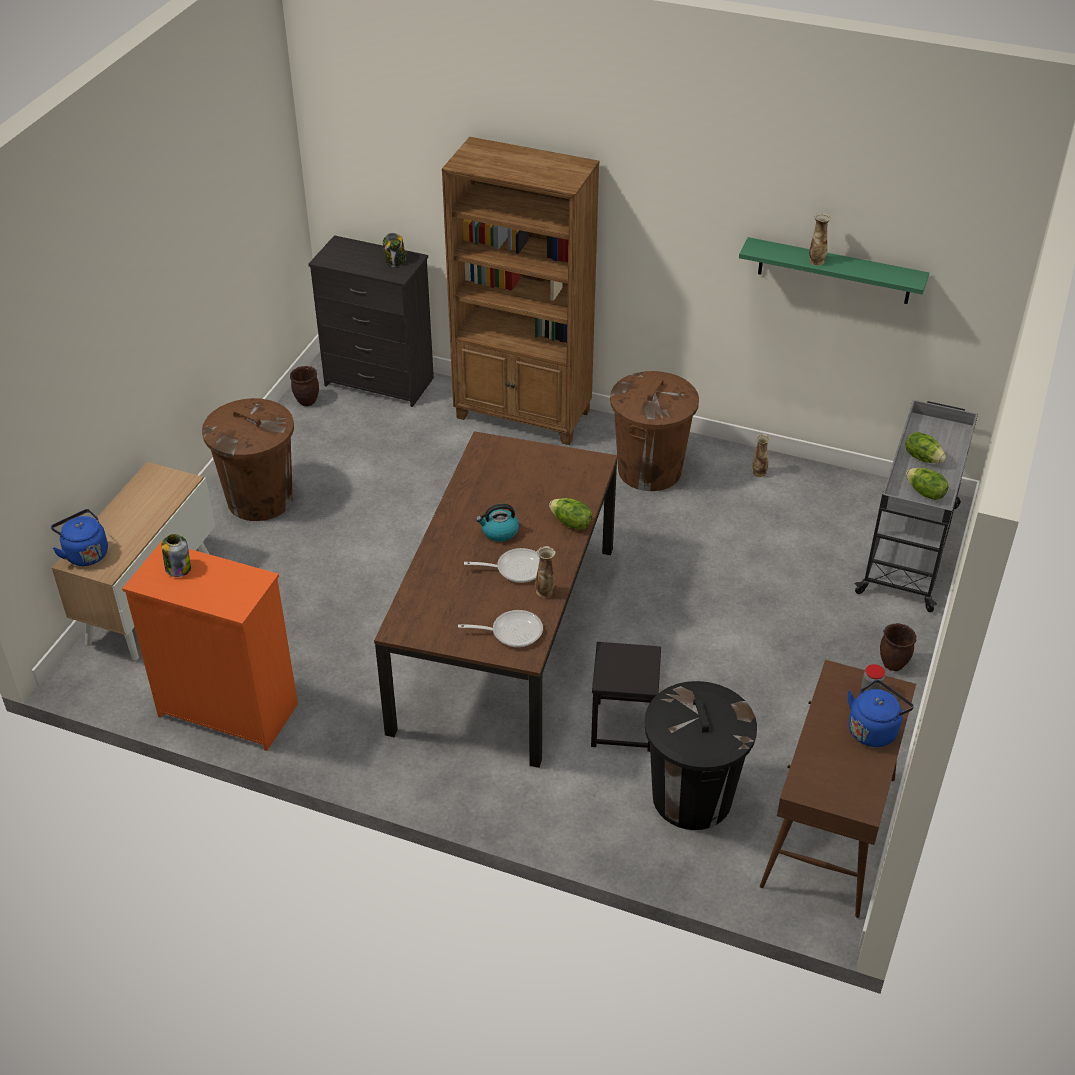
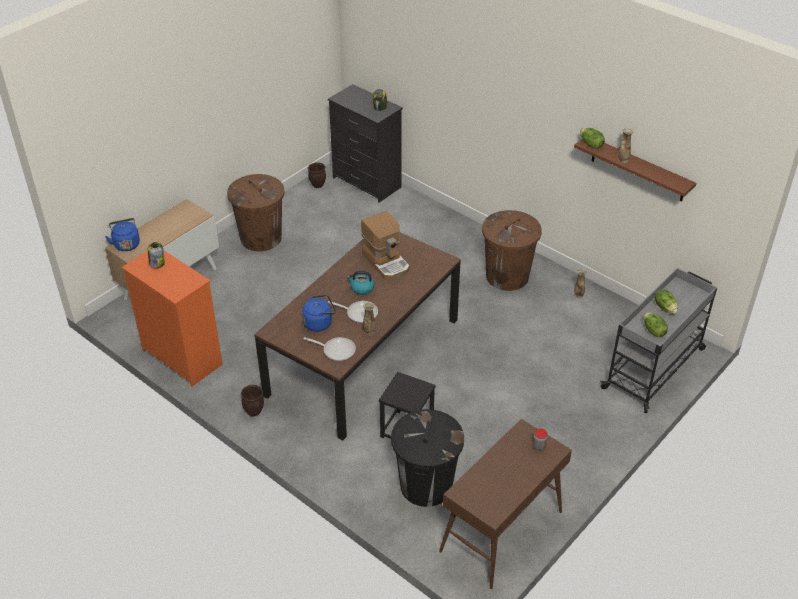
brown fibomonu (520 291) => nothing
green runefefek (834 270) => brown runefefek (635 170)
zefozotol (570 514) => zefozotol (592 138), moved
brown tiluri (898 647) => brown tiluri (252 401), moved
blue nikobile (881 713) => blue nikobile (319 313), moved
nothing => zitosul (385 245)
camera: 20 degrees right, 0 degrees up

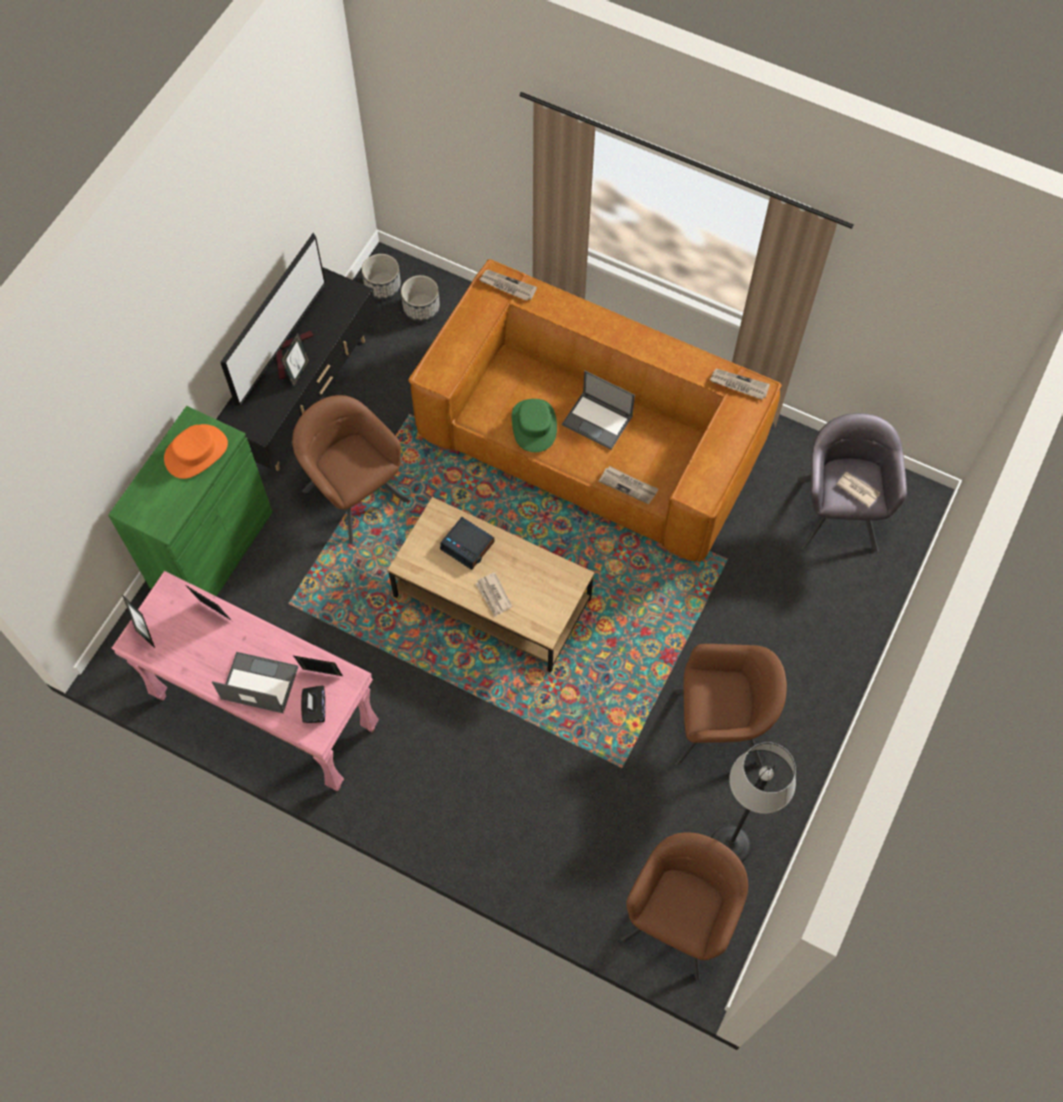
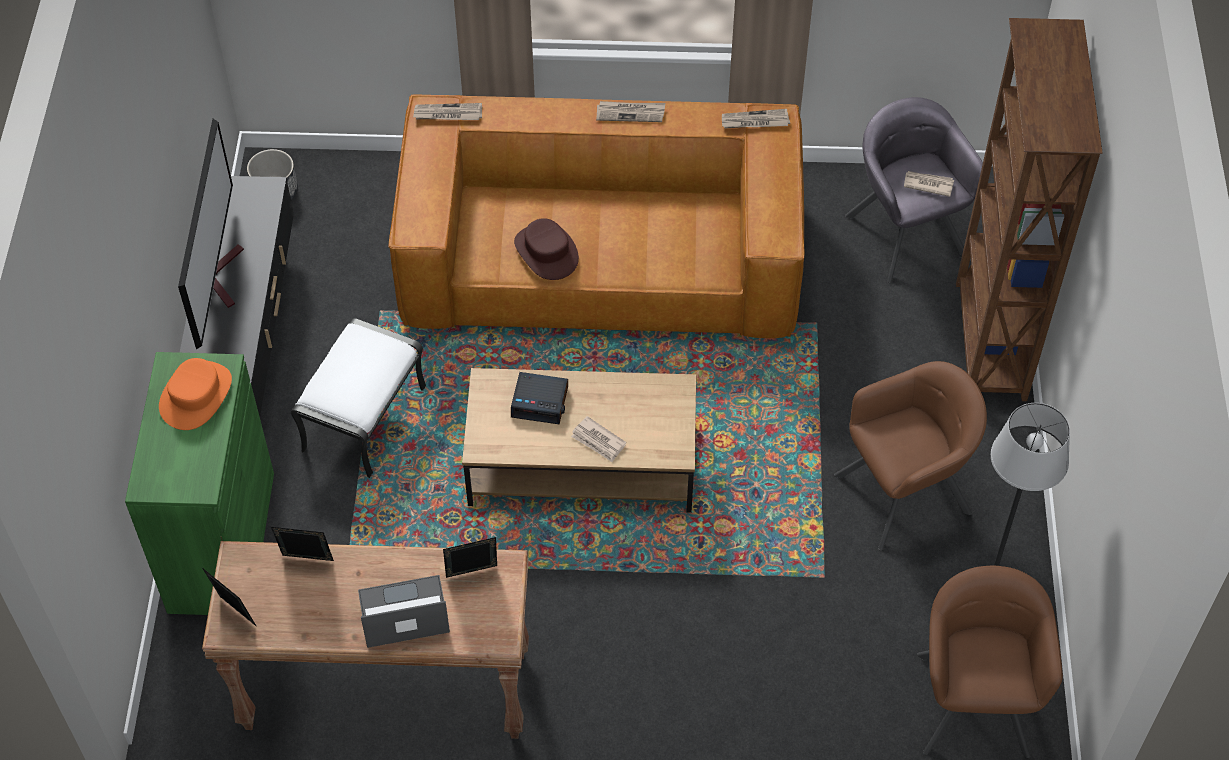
tiluri (420 298) => nothing
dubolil (295 360) => nothing
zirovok (598 410) => nothing
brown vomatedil (350 469) => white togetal (358 398)
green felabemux (534 425) => brown felabemux (546 249)
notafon (628 485) => notafon (630 111), moved
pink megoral (245 681) => brown megoral (365 640)
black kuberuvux (313 704) => nothing
nothing => brown fibomonu (1029 209)
camera: 25 degrees left, 10 degrees down

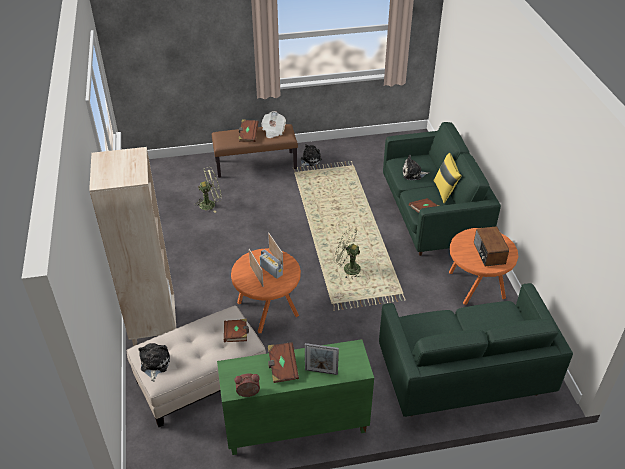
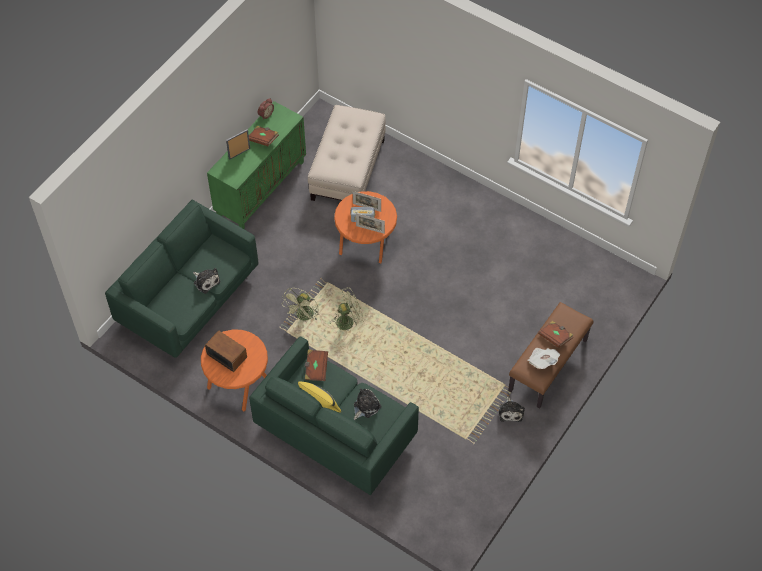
beige fibomonu (132 246) => nothing
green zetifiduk (208 190) => green zetifiduk (301 305), moved
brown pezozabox (236 330) => nothing
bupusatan (154 362) => bupusatan (206 281), moved
camera: 135 degrees right, 15 degrees up

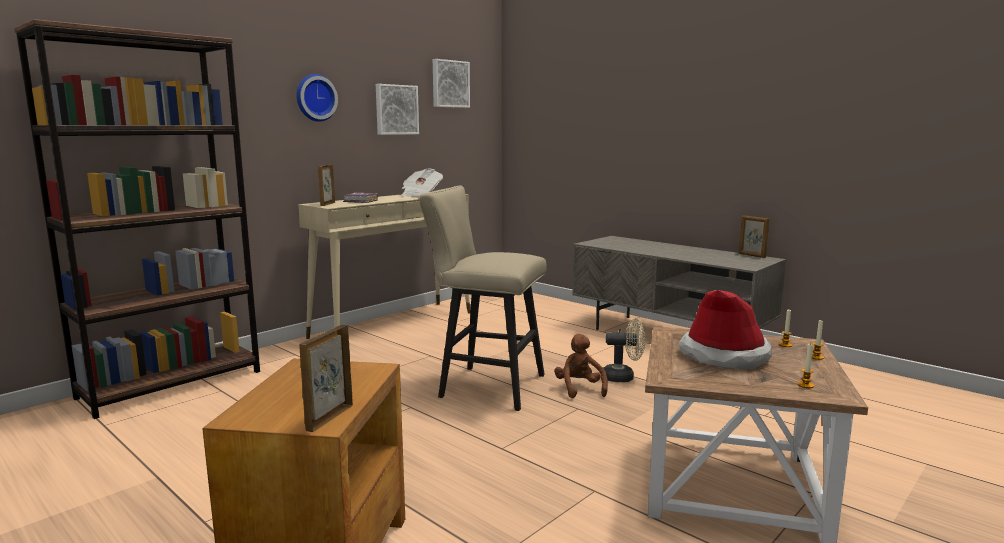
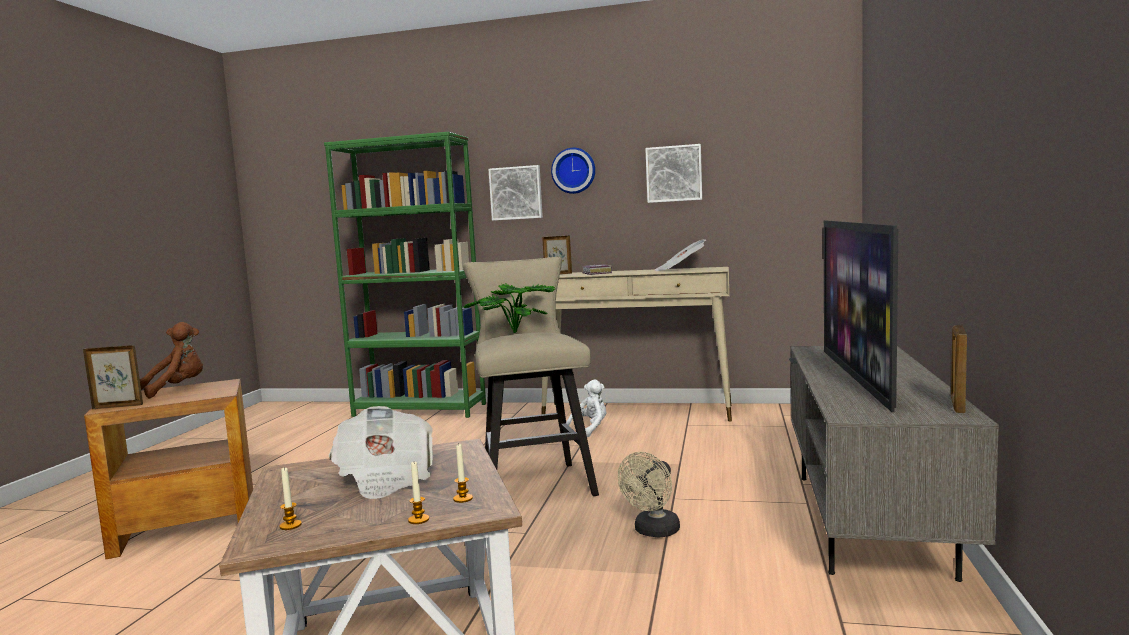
brown fibomonu (137 219) => green fibomonu (405 275)
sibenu (451 83) => sibenu (515 193), moved
felabemux (725 330) => notafon (381 452)
beige zetifiduk (624 350) => beige zetifiduk (649 495), 60 degrees clockwise
brown bupusatan (581 366) => brown bupusatan (171 360), moved
nothing => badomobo (861 316)
nothing => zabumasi (509 308)
nothing => white bupusatan (586 408)
camera: 60 degrees right, 5 degrees down

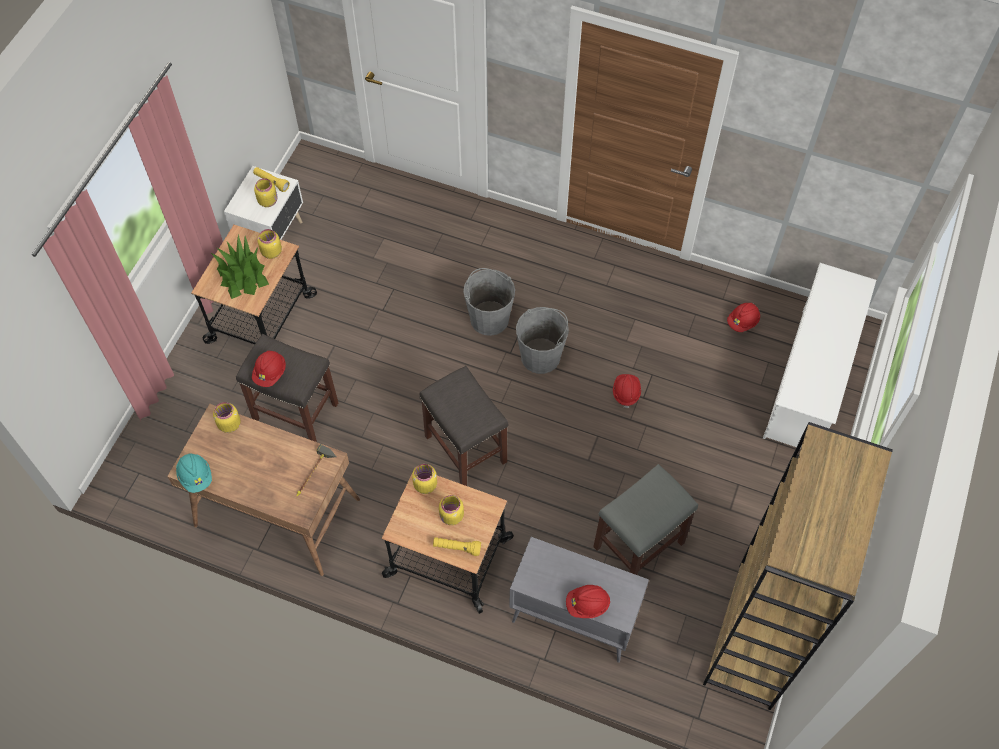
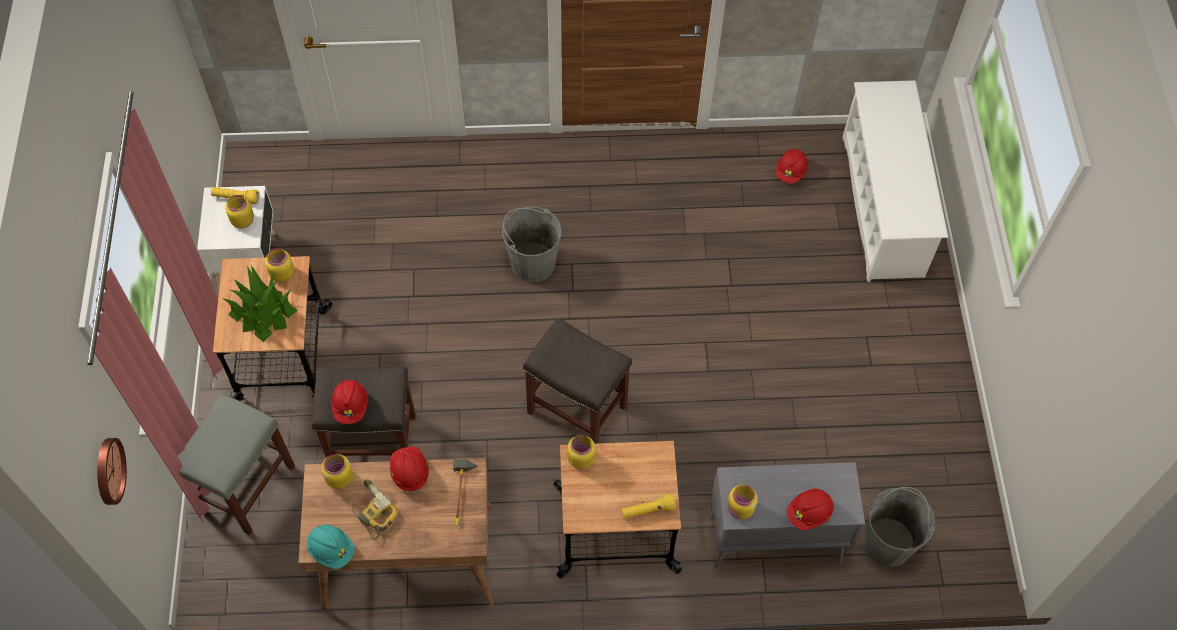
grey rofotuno (542 340) => grey rofotuno (899 527), moved
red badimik (627 391) => red badimik (409 470), moved
brown fibomonu (798 566) => nothing
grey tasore (645 519) => grey tasore (236 464), moved
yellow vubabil (451 510) => yellow vubabil (742 502), moved
nothing => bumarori (112 471)
nothing => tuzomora (374 509)
camera: 25 degrees left, 0 degrees up

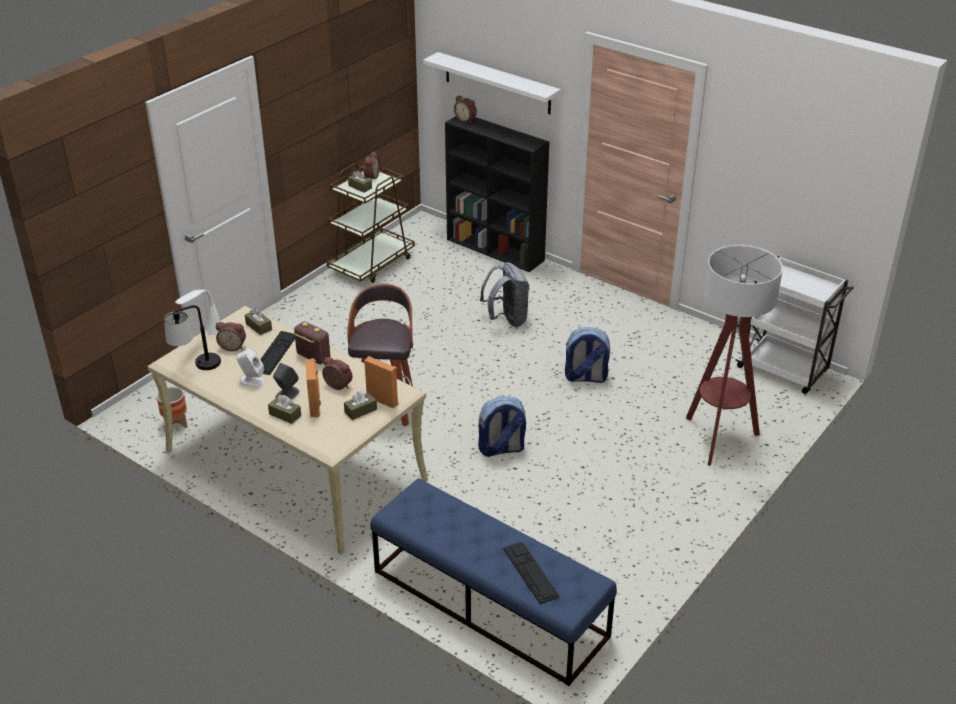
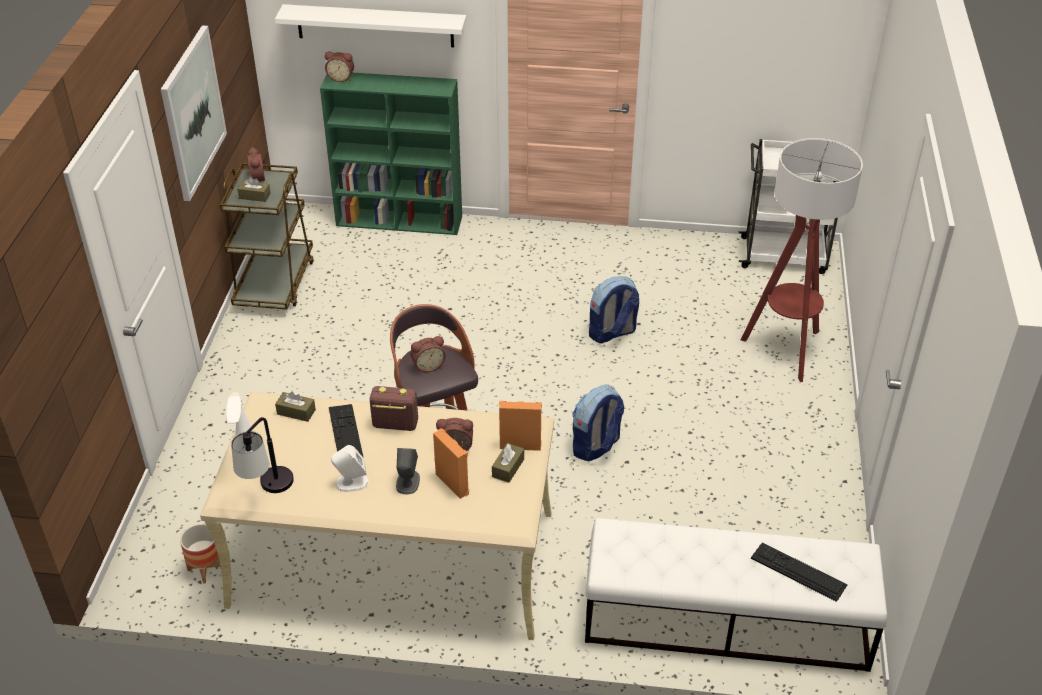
black fibomonu (497 194) => green fibomonu (391 154)
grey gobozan (504 294) => nothing
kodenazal (231 336) => kodenazal (428 354), moved
brown kuberuvux (284 409) => nothing
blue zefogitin (493 582) => white zefogitin (736 595)
nothing => sibenu (194 113)
camera: 30 degrees left, 5 degrees up

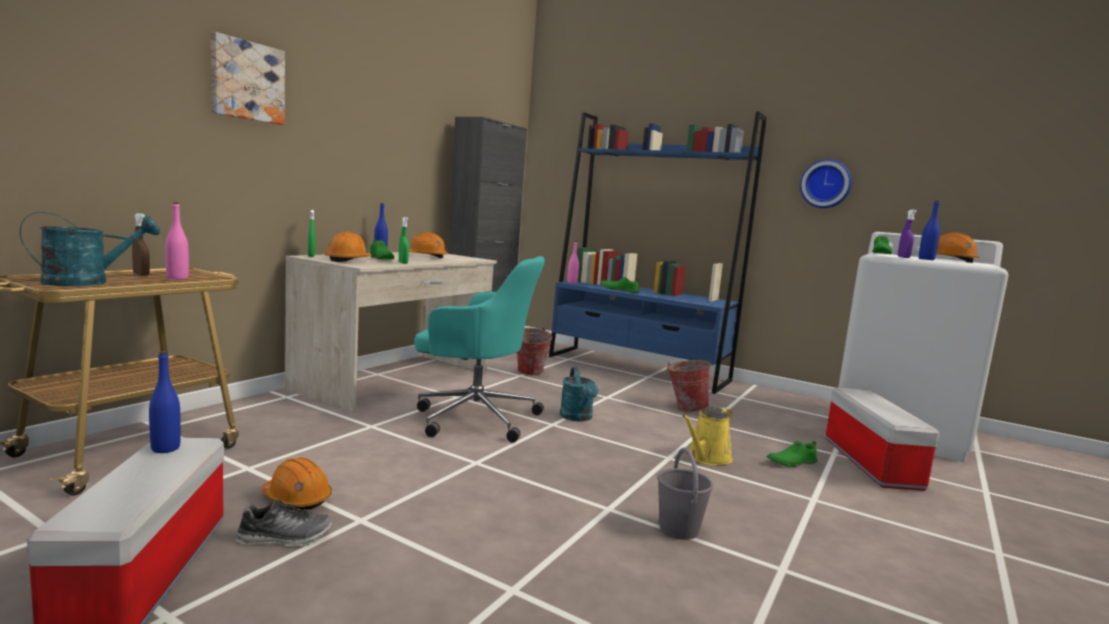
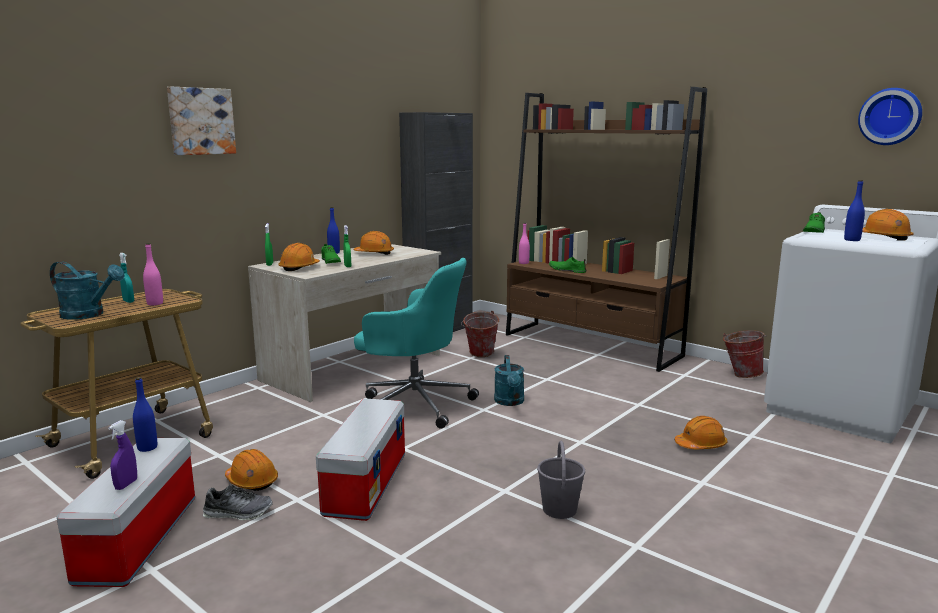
blue fibomonu (658 252) => brown fibomonu (606 229)
bumarori (826 183) => bumarori (890 116), moved
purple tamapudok (907 234) => purple tamapudok (122 455), moved
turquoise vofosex (90 249) => turquoise vofosex (87 290), 45 degrees clockwise
brown tamapudok (141 244) => turquoise tamapudok (126 278)
rofotuno (690 386) => rofotuno (745 354), moved
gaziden (882 439) => gaziden (360 459), moved
yellow vofosex (707 436) => nothing
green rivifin (792 454) => orange badimik (700 432)
camera: 10 degrees right, 5 degrees up

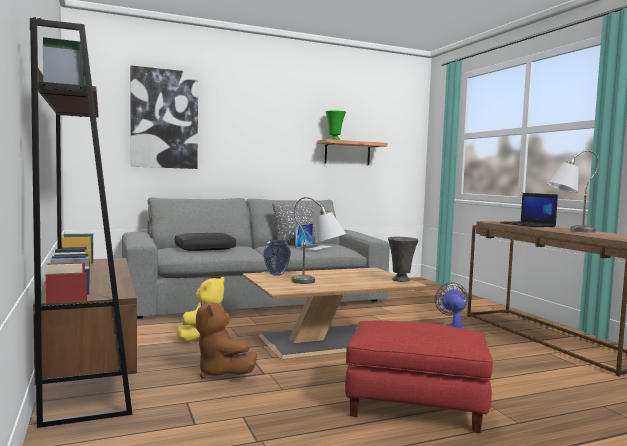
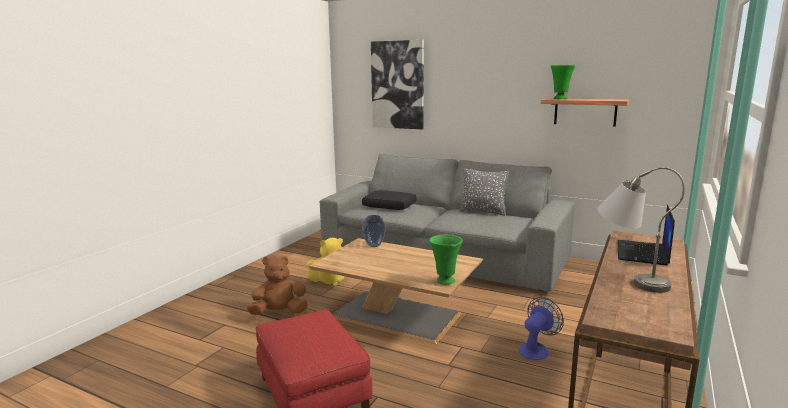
brown fibomonu (83 222) => nothing
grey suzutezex (319 240) => nothing
zirovok (313 237) => nothing
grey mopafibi (403 259) => green mopafibi (446 259)
brown bupusatan (226 339) => brown bupusatan (277 285), 60 degrees clockwise
camera: 50 degrees right, 10 degrees up

